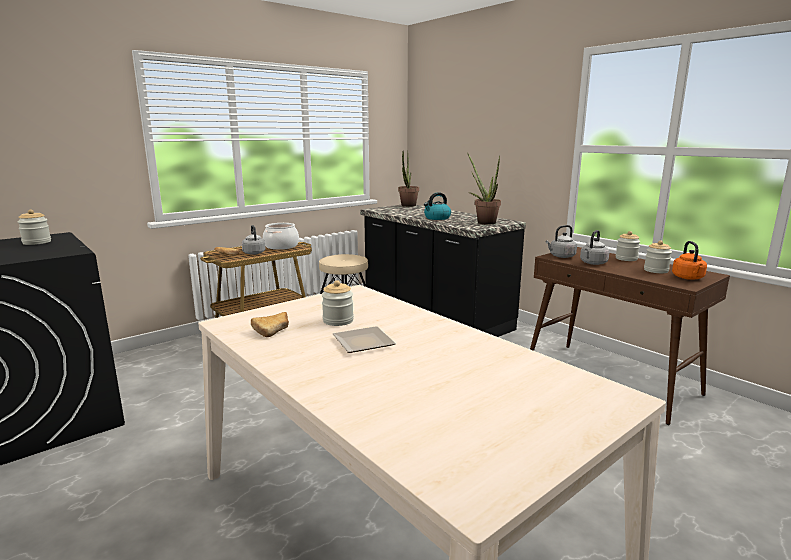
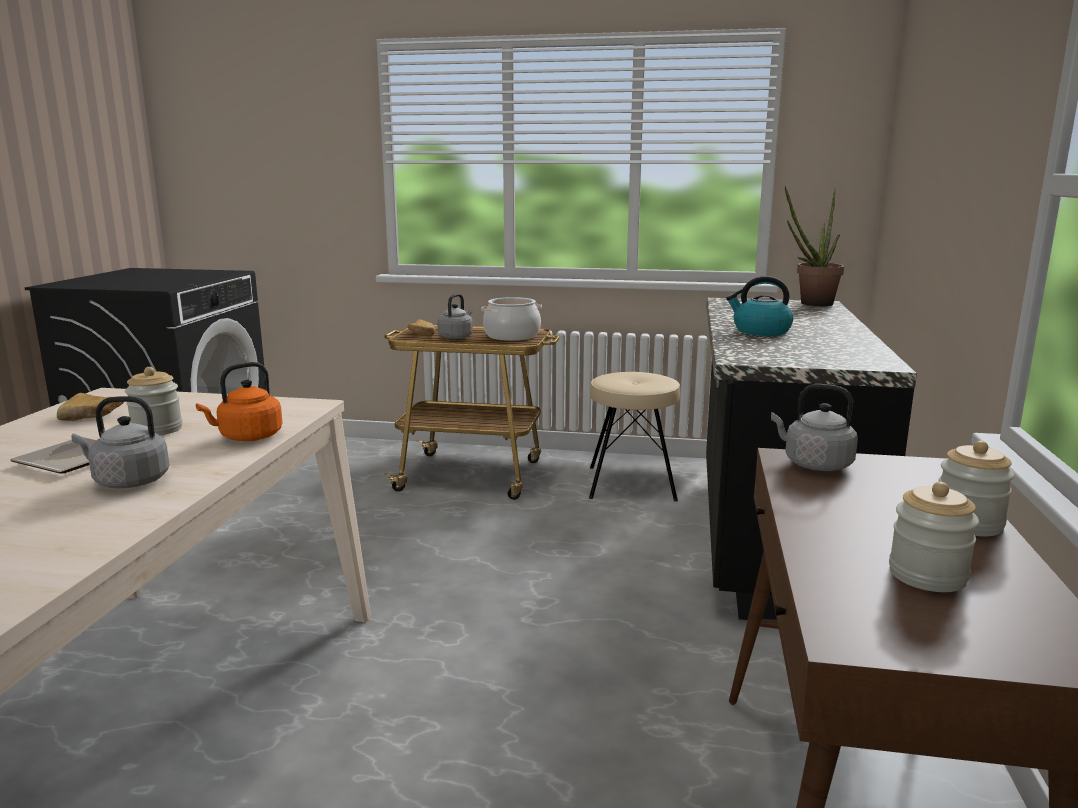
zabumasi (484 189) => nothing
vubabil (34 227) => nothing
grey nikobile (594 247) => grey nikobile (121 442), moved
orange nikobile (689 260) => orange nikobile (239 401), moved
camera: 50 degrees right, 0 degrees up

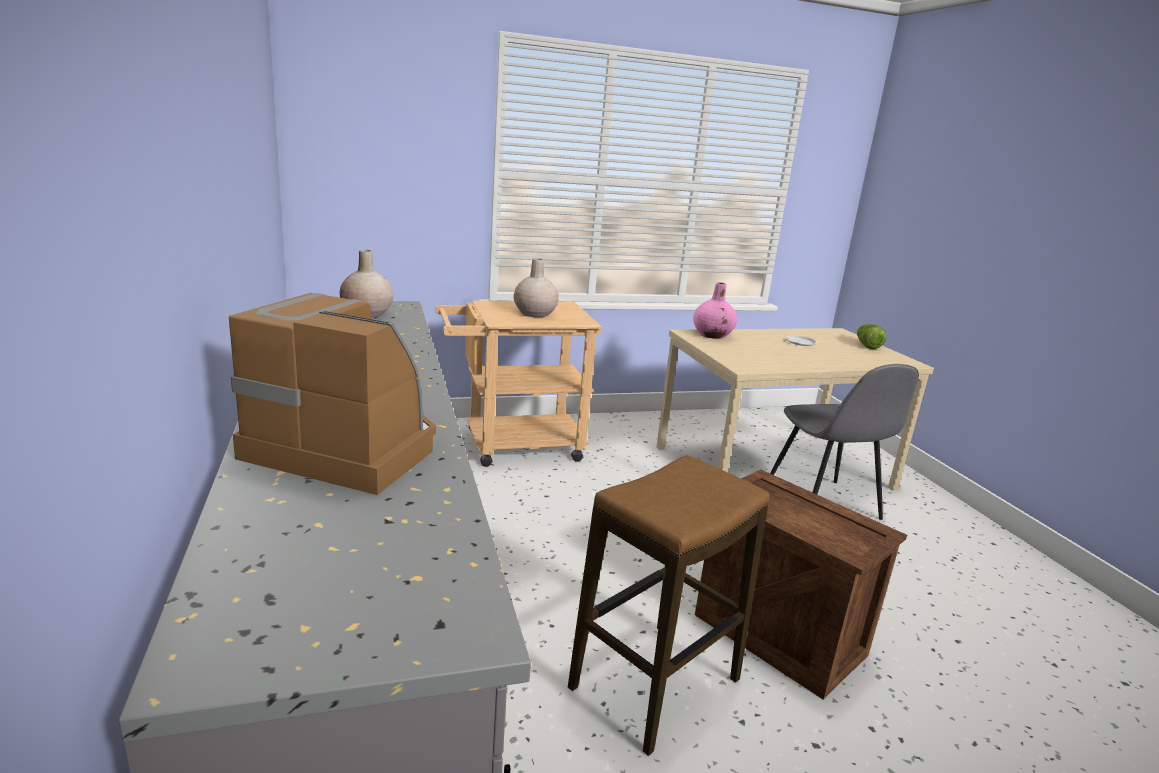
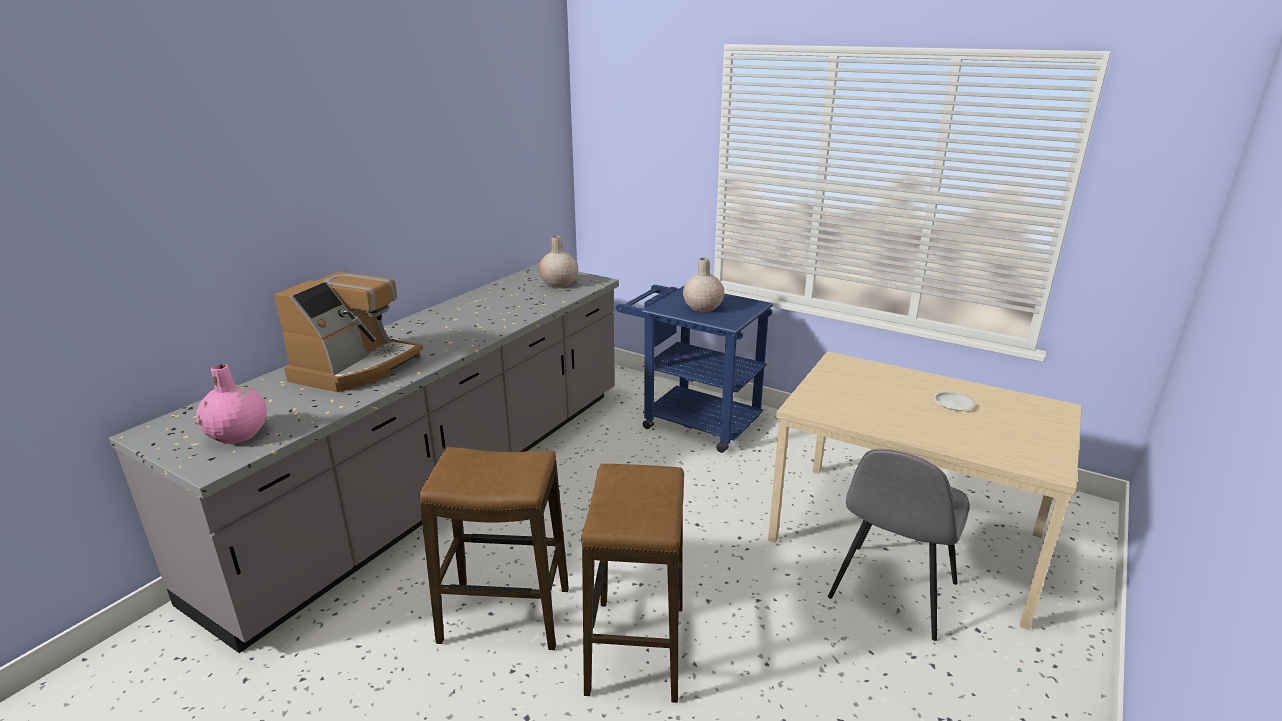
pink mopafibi (715 310) => pink mopafibi (231 404), moved
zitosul (332 394) => zitosul (348 331), 45 degrees clockwise
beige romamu (518 383) => blue romamu (694 369)
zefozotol (871 336) => nothing
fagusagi (801 584) => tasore (632 583)
camera: 50 degrees right, 5 degrees up

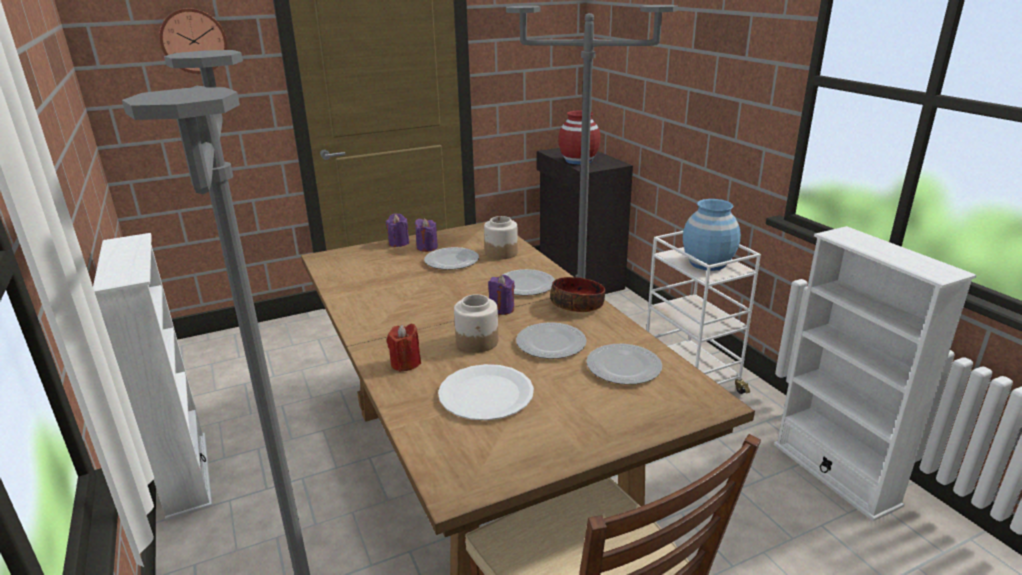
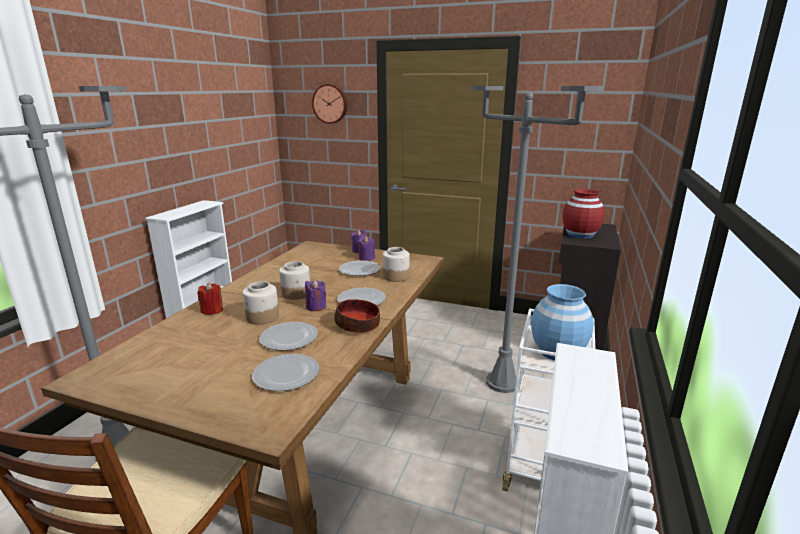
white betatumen (486 392) => nothing
nothing => vubabil (294 280)
camera: 45 degrees right, 5 degrees down

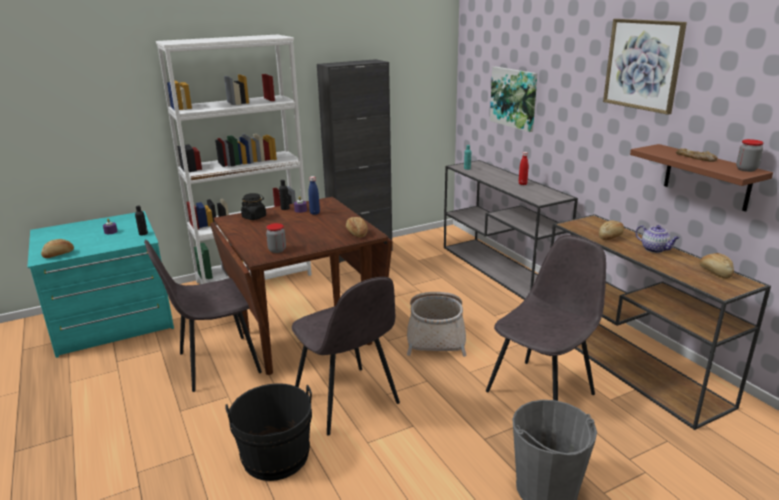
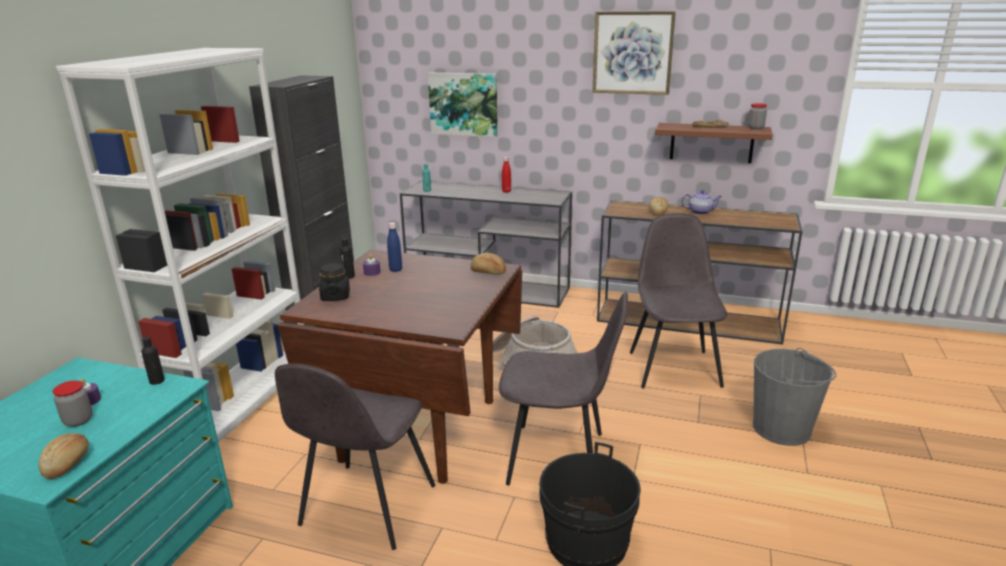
vubabil (276 238) => vubabil (72 403), moved
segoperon (716 266) => nothing
camera: 45 degrees left, 0 degrees up

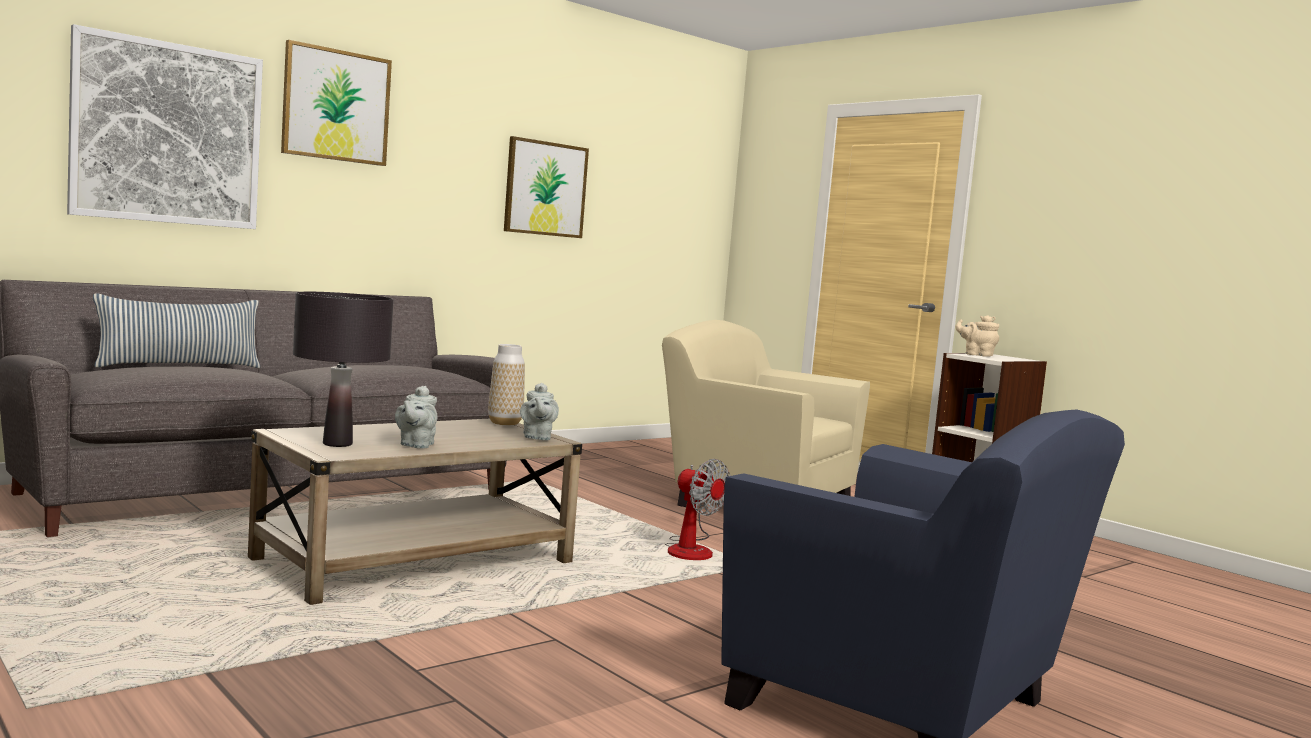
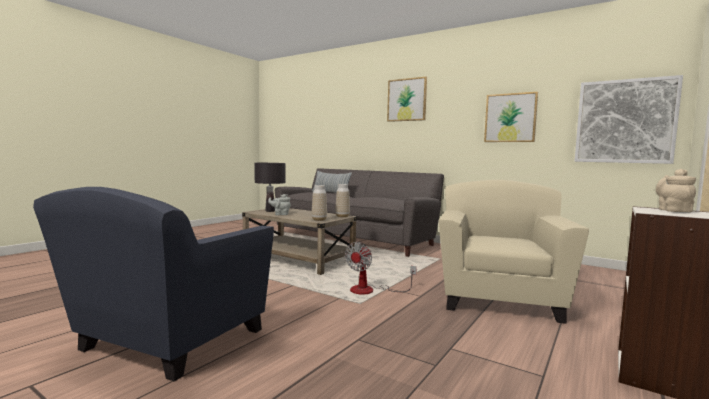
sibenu (165 126) => sibenu (628 119), moved
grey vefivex (539 412) => mopafibi (319 203)
camera: 75 degrees right, 0 degrees up

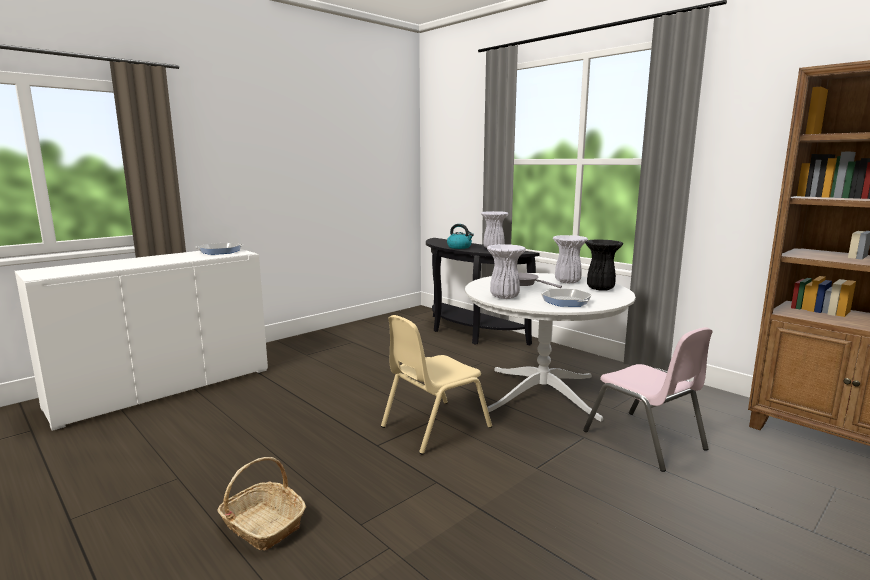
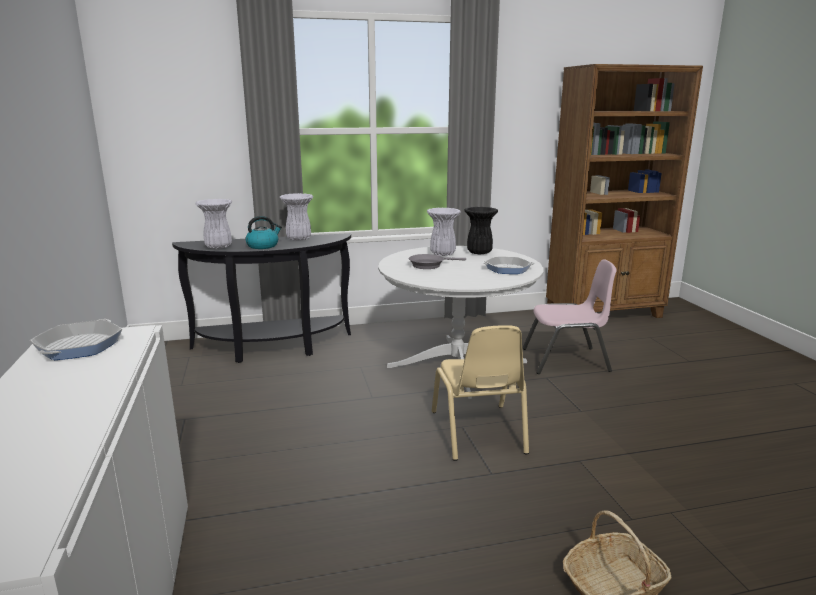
white mopafibi (506 271) => white mopafibi (213 224), moved
camera: 60 degrees left, 5 degrees up

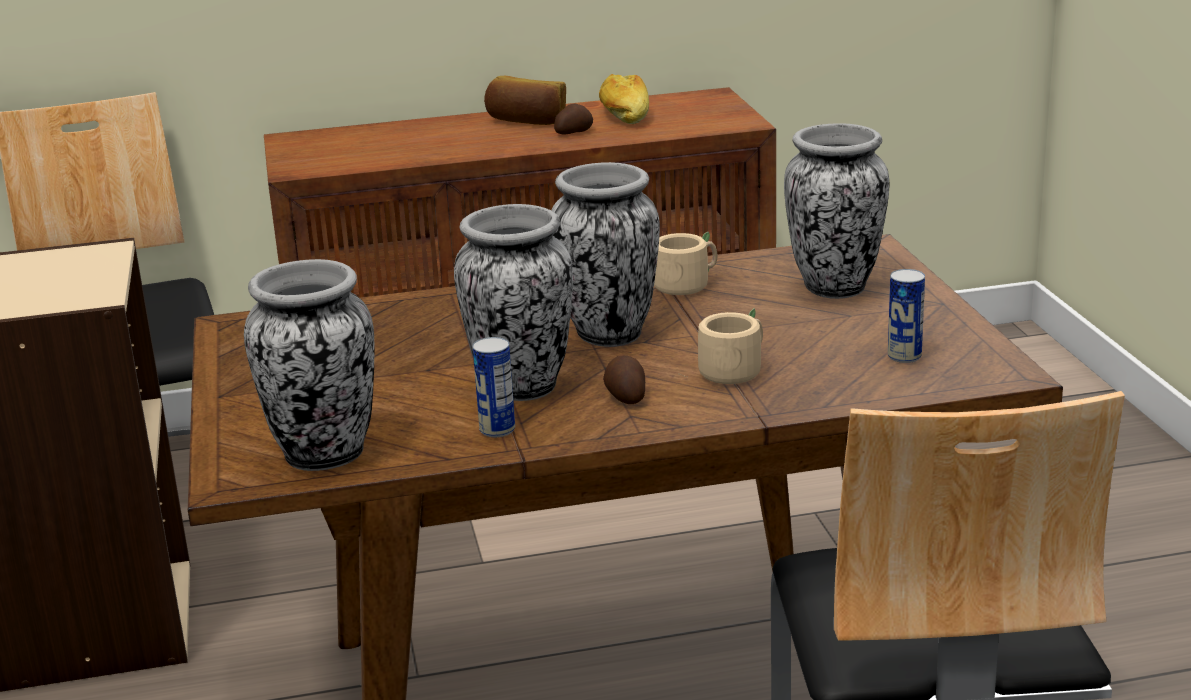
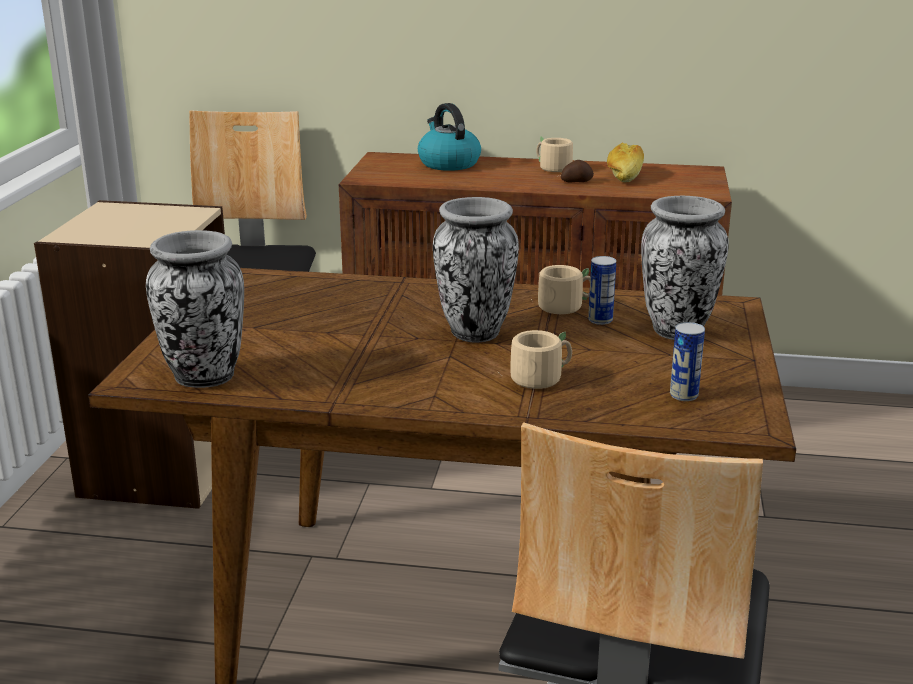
segoperon (525 100) => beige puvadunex (554 156)
mopafibi (513 302) => nothing
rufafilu (494 387) => rufafilu (602 290), moved
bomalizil (624 379) => nothing
nothing => nikobile (449 137)
camera: 20 degrees right, 0 degrees up

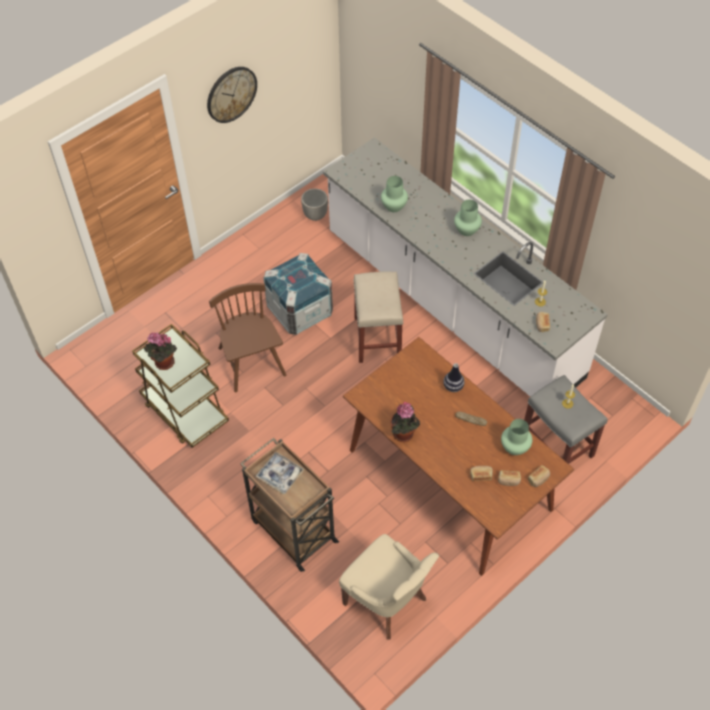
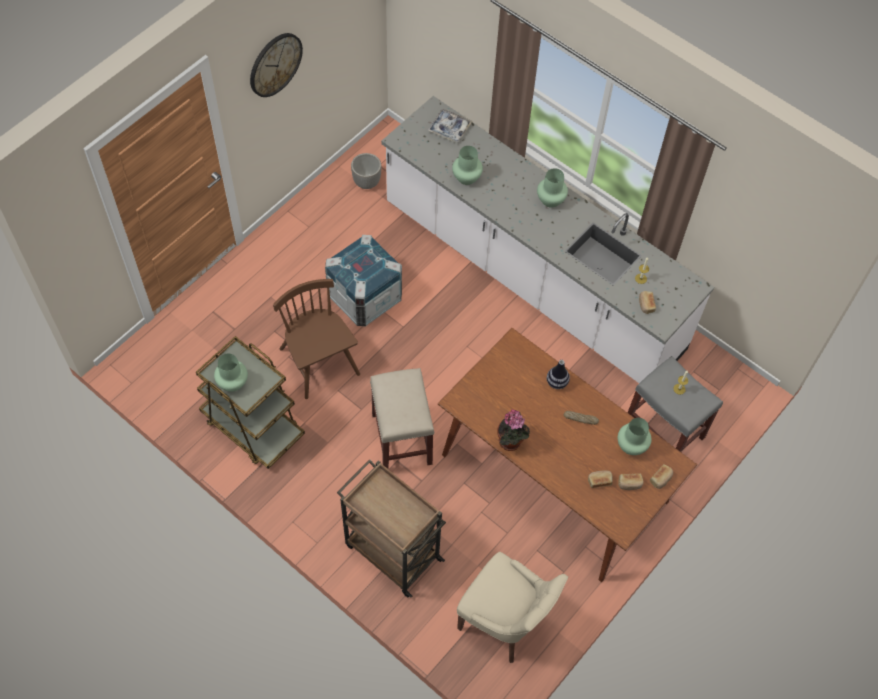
beige tasore (378 317) => beige tasore (402 418), moved
zabumasi (160 351) => green mopafibi (231 373)
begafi (280 473) => begafi (450 126), moved
camera: 10 degrees left, 5 degrees up

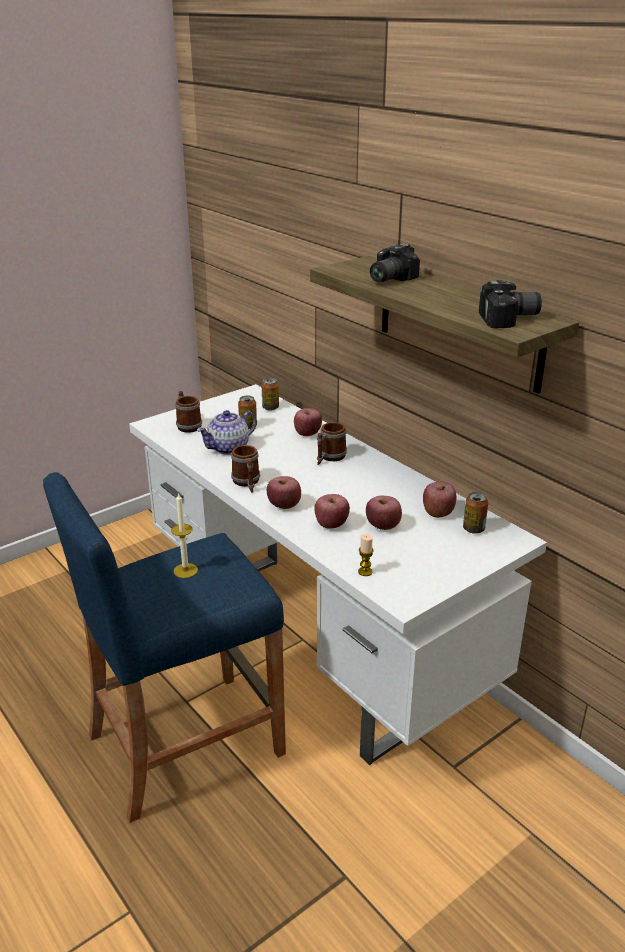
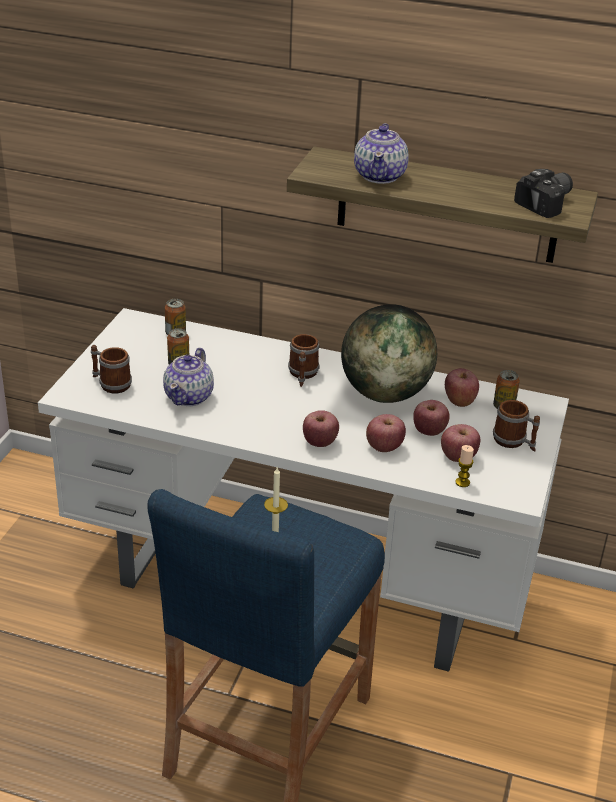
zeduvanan (395 262) => vefivex (381 153)
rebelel (308 422) => rebelel (460 443), moved
puvadunex (245 469) => puvadunex (516 425), moved
nothing => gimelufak (389 353)
camera: 35 degrees left, 5 degrees up

